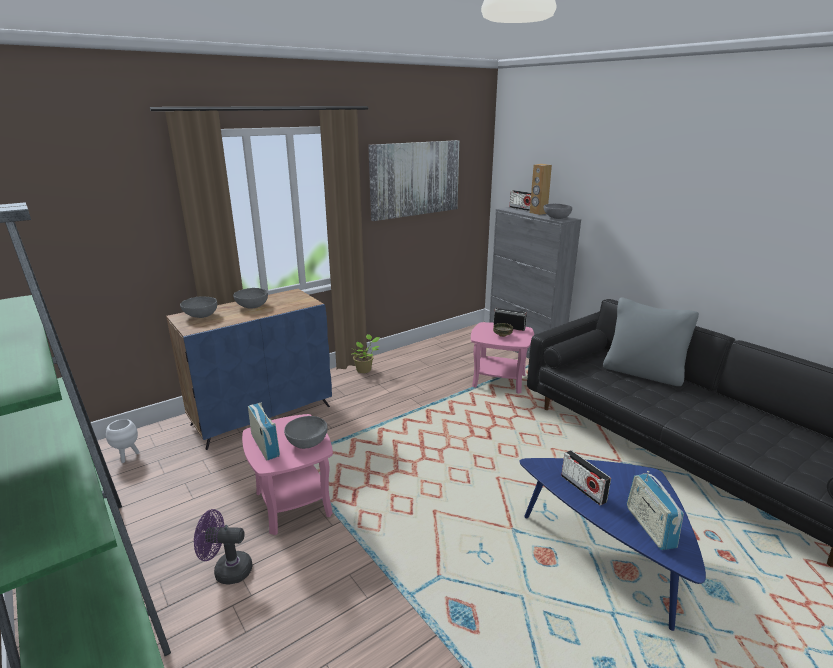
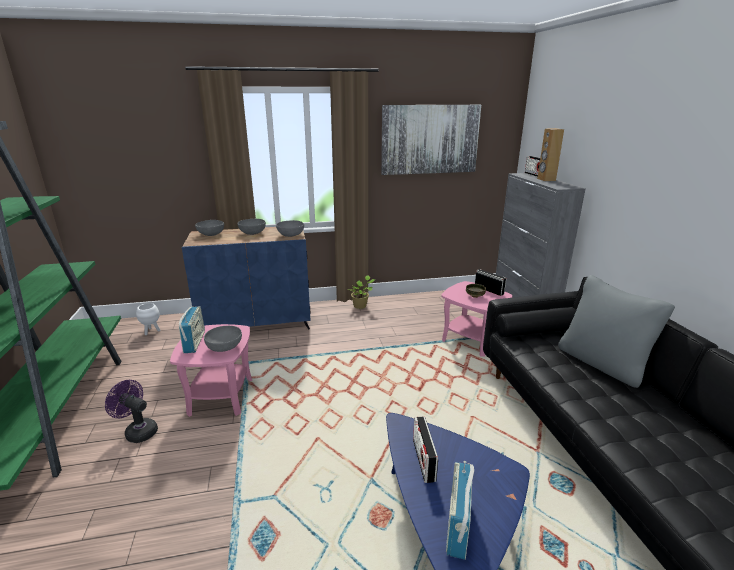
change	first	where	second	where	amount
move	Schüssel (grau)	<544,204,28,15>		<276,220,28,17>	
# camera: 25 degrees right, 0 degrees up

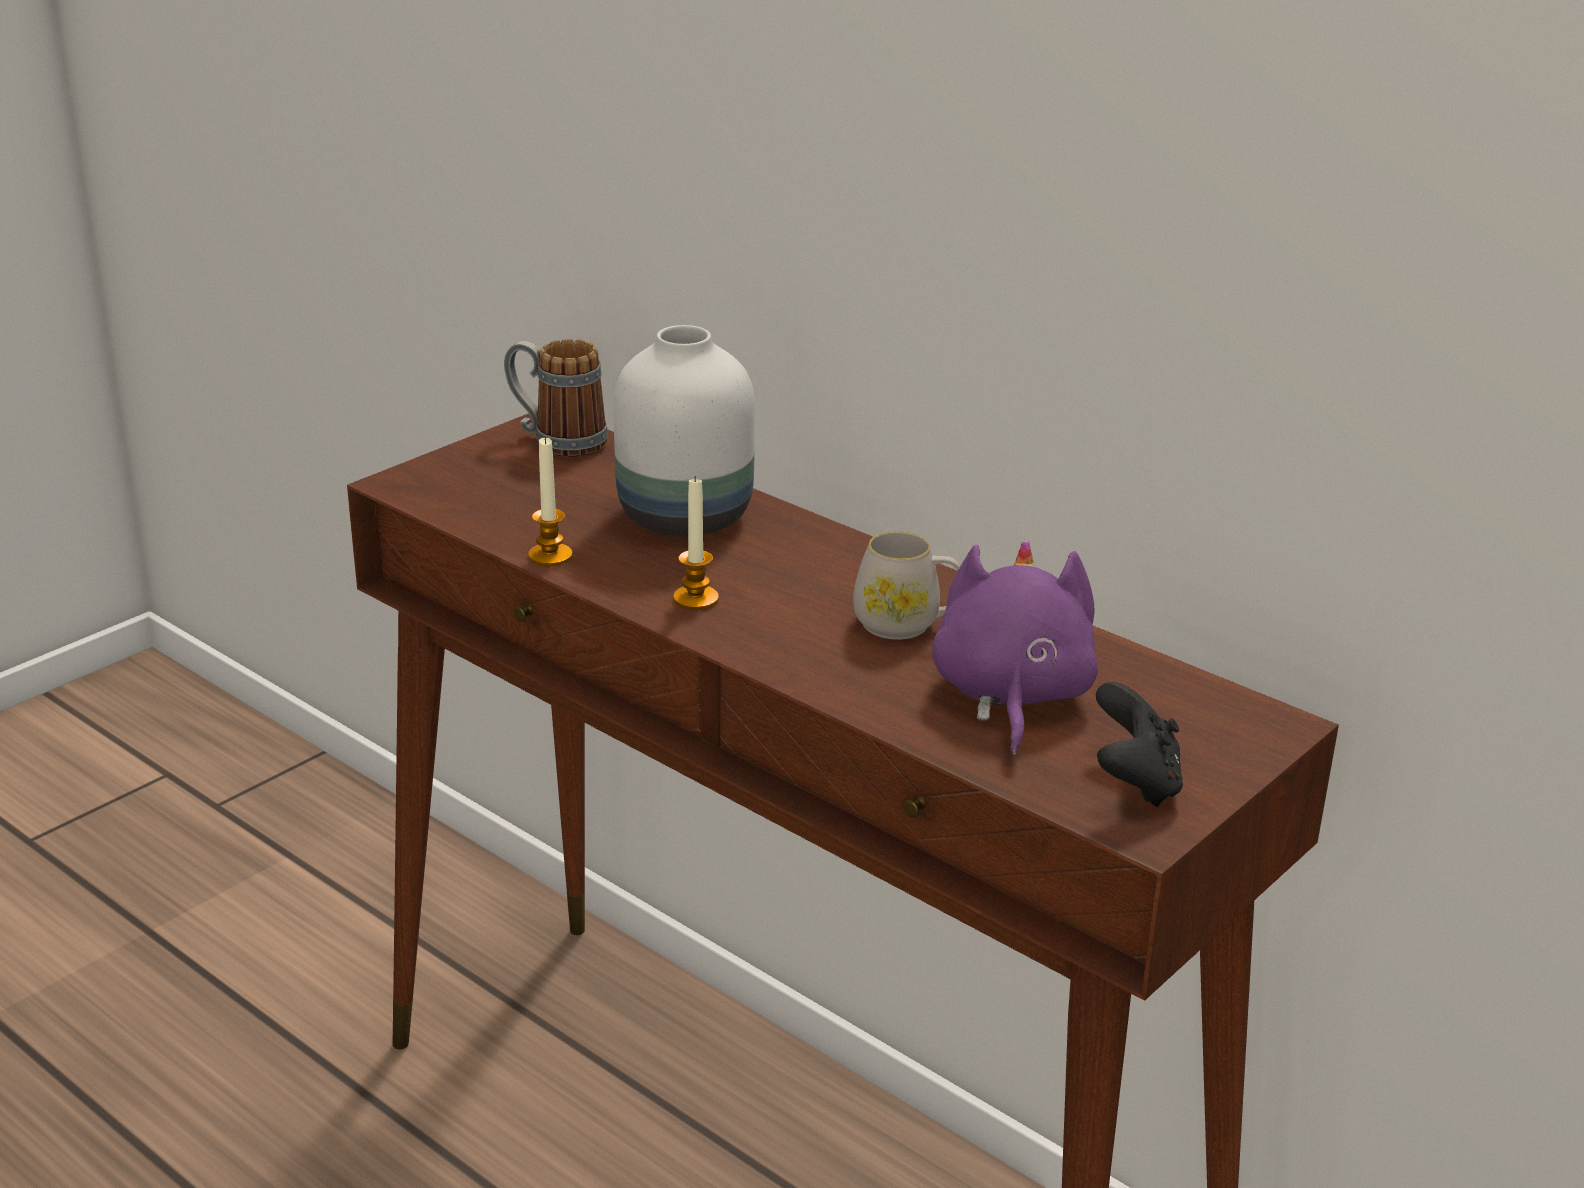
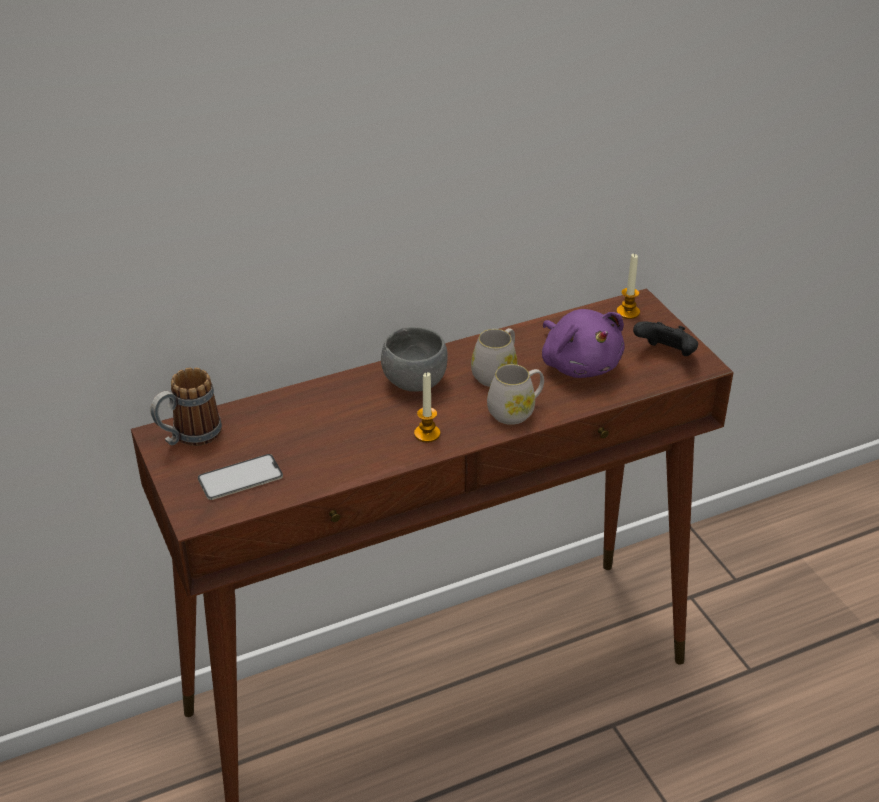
change	first	where	second	where	amount
delete	Vase (weiß)	<613,325,142,211>			
move	Kerze	<528,436,45,130>		<616,254,24,65>	
rotate	Plüschtier (lila)	<932,540,166,215>		<542,309,83,69>	150 degrees counterclockwise
insert			Schüssel (grau)	<381,327,67,65>	
insert			Henkelbecher (weiß)	<487,364,57,61>	
insert			Handy	<198,454,85,46>	
# camera: 65 degrees left, 10 degrees up

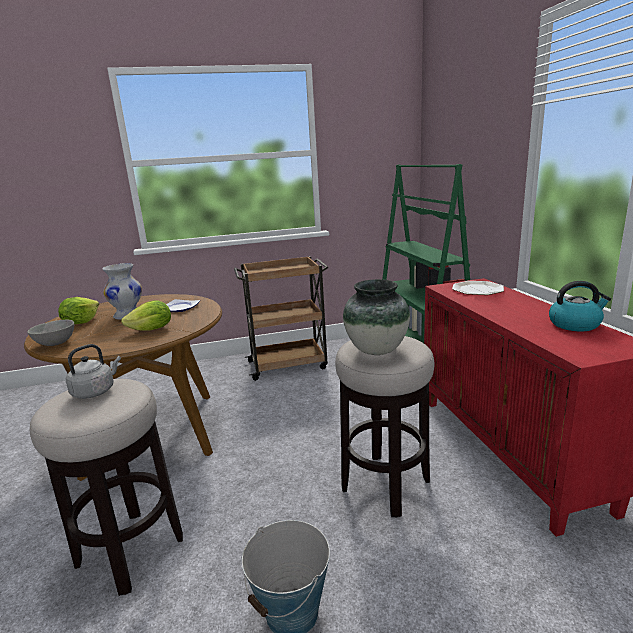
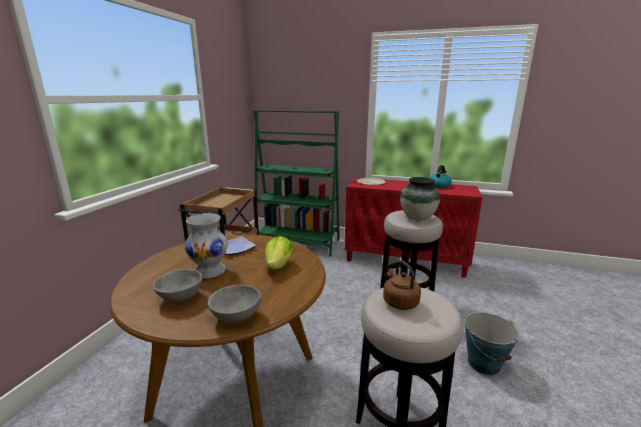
change	first	where	second	where	amount
replace	Salatkopf	<58,297,41,27>	Schüssel (grau)	<153,269,49,34>	
recolor	Wasserkessel (grau)	<66,344,55,55>	Wasserkessel (braun)	<383,261,38,49>	
# camera: 60 degrees left, 0 degrees up

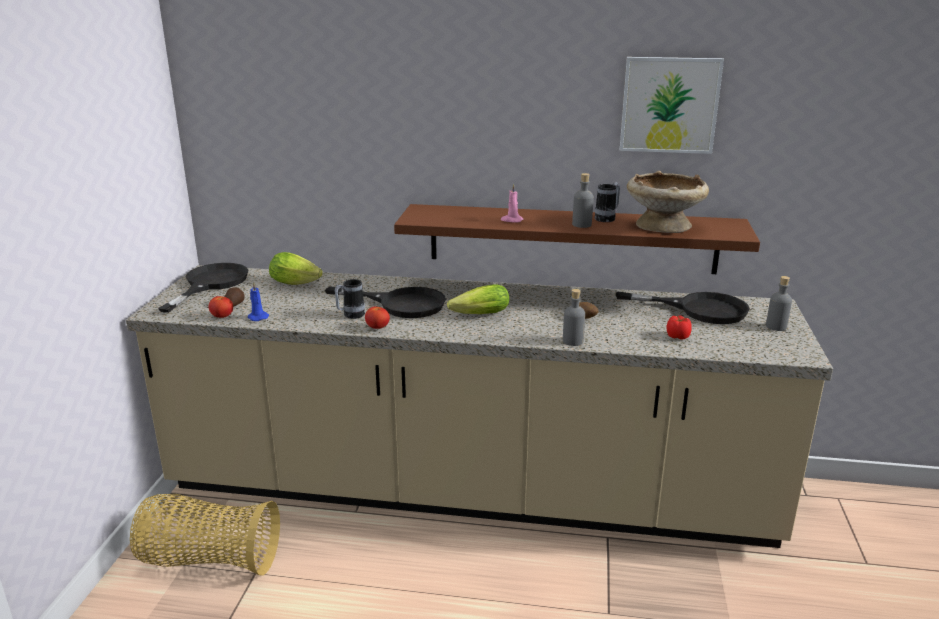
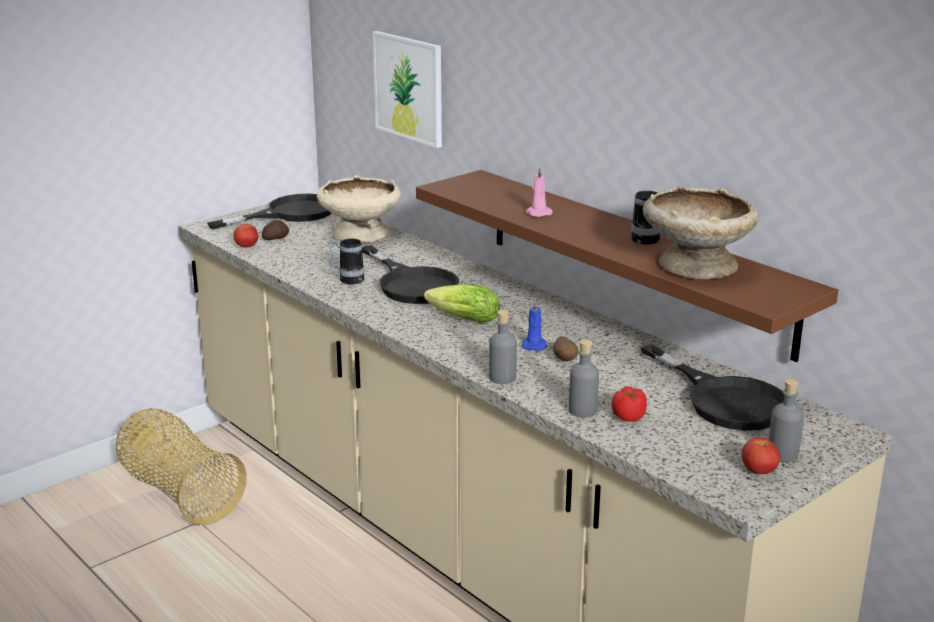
change	first	where	second	where	amount
move	Bild	<620,57,104,97>		<372,31,70,117>	
move	Flasche (grau)	<572,173,22,55>		<569,339,30,79>	
replace	Salatkopf	<269,252,54,33>	Schüssel (beige)	<317,175,84,67>	
move	Kerze (blau)	<248,282,21,39>		<522,299,25,52>	
move	Tomate	<365,306,25,23>		<742,437,38,37>	
# camera: 40 degrees right, 0 degrees up

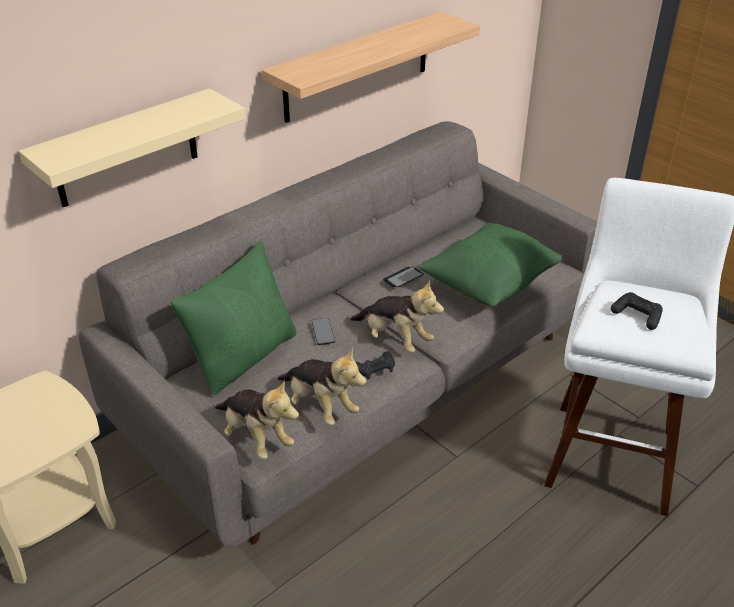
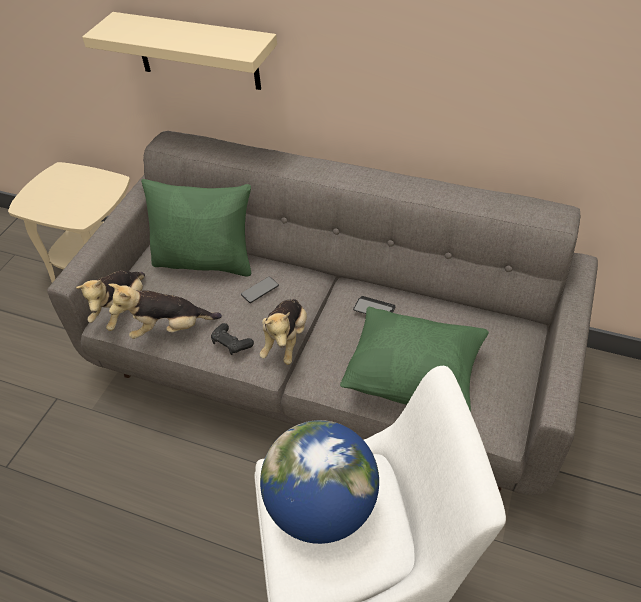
change	first	where	second	where	amount
delete	Wandregal	<262,12,218,111>			
replace	Gamepad (schwarz)	<611,292,52,38>	Globus	<260,420,119,124>	
rotate	Plüschtier	<277,347,90,78>		<109,284,113,55>	60 degrees clockwise
# camera: 65 degrees right, 10 degrees up

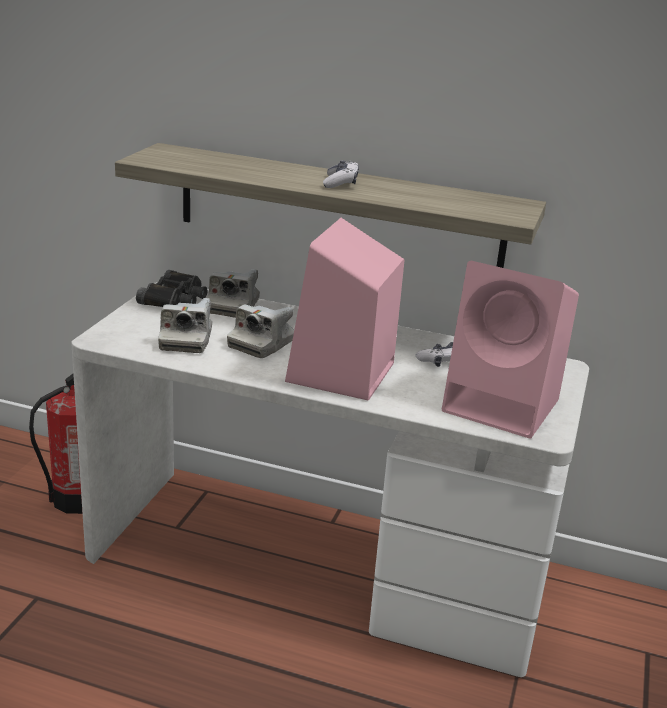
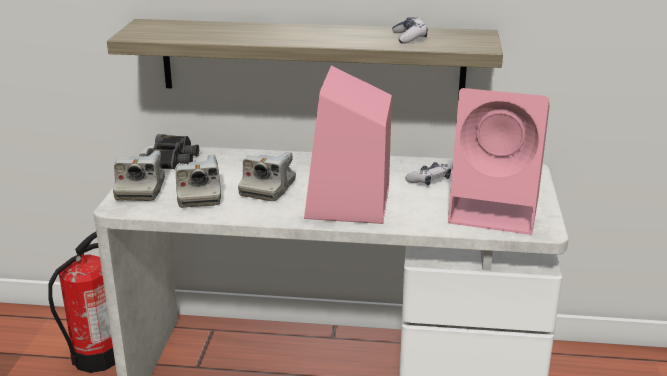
change	first	where	second	where	amount
move	Gamepad	<323,160,36,28>		<392,17,36,27>	
move	Kamera	<207,269,53,49>		<113,150,52,51>	
# camera: 10 degrees left, 0 degrees up

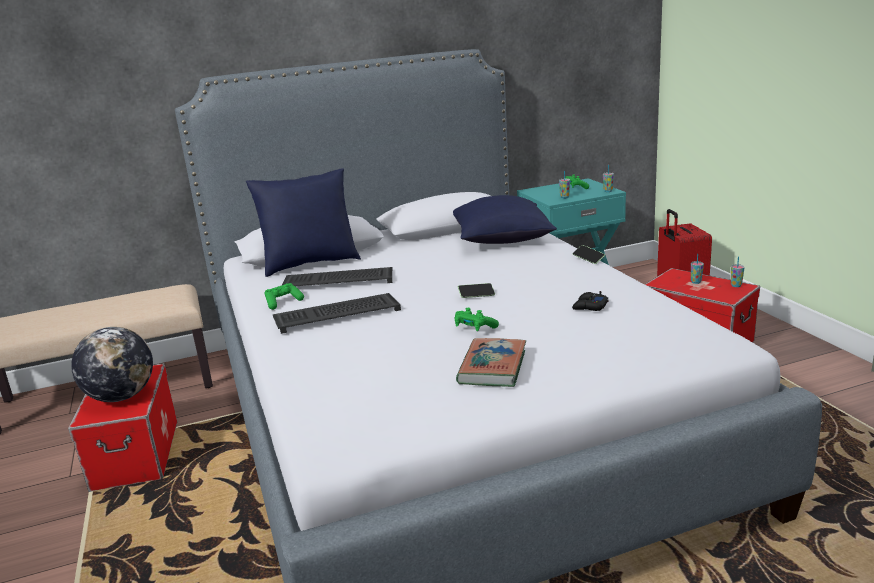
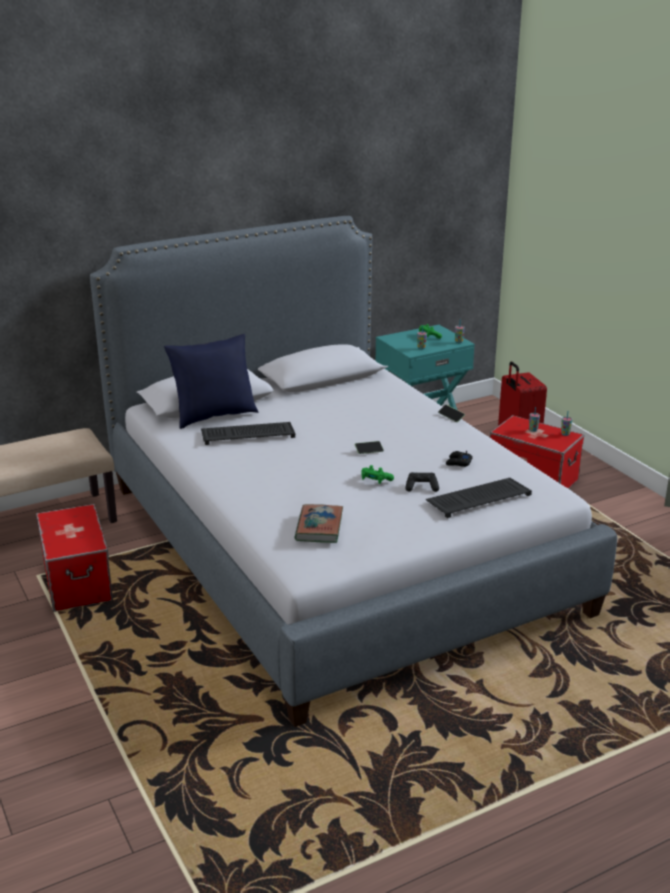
change	first	where	second	where	amount
delete	Kissen (blau)	<453,195,104,49>			
delete	Gamepad (grün)	<265,283,39,27>			
move	Tastatur	<273,293,128,41>		<426,478,106,40>	
delete	Globus	<71,327,82,75>			
move	Buch	<456,338,70,49>		<295,504,48,39>	
insert			Gamepad (schwarz)	<405,472,34,20>	
# camera: 10 degrees left, 5 degrees up

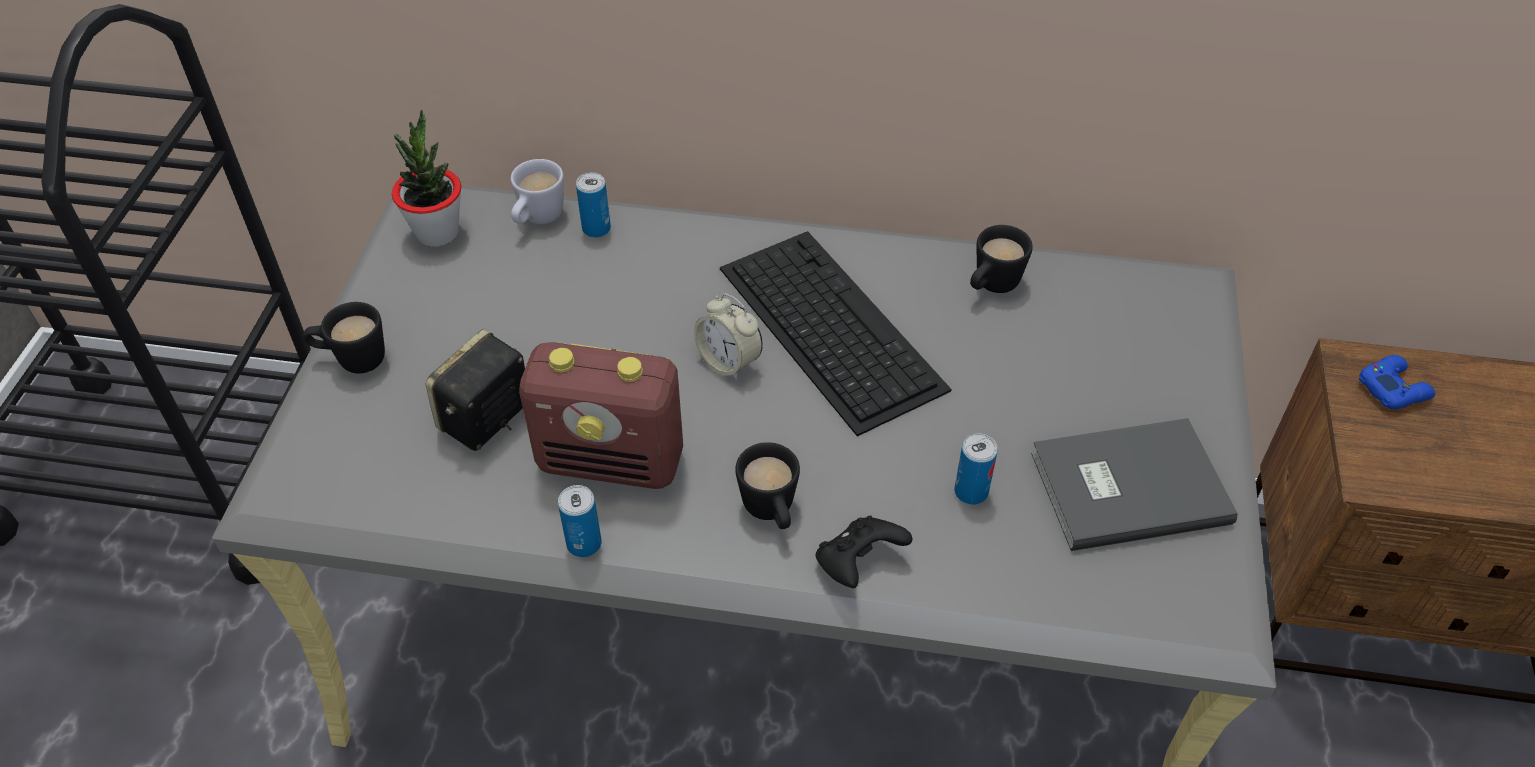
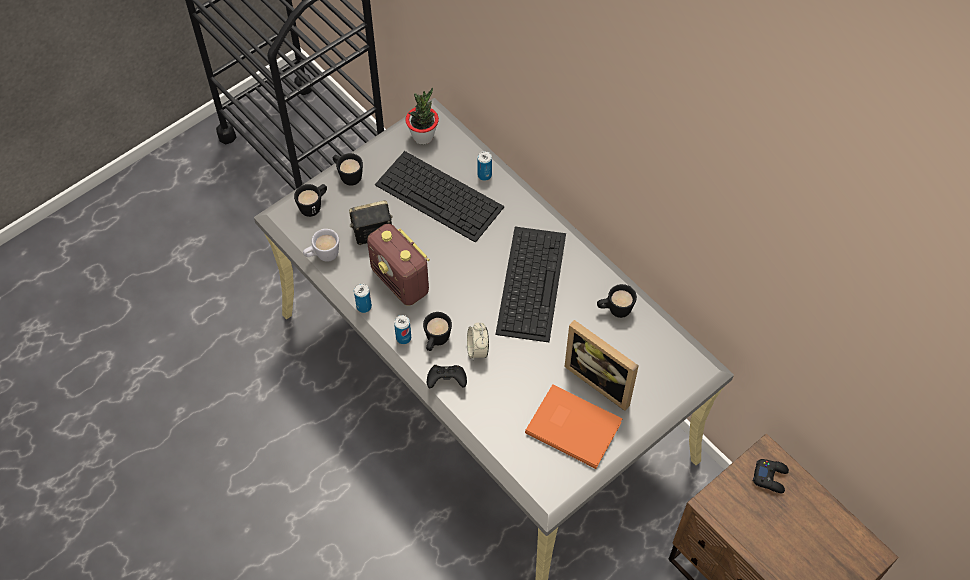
change	first	where	second	where	amount
move	Henkelbecher (weiß)	<511,159,53,65>		<303,229,36,33>	
move	Wecker	<694,293,69,87>		<467,322,22,38>	
recolor	Gamepad (blau)	<1359,355,77,54>	Gamepad (schwarz)	<753,459,36,34>	
recolor	Buch (grau)	<1031,418,207,133>	Buch (orange)	<525,384,97,85>	
move	Dose	<954,433,44,72>		<394,315,17,29>	
insert			Tastatur	<375,151,130,92>	
insert			Henkelbecher (schwarz)	<294,184,33,33>	
insert			Bilderrahmen	<564,320,75,91>	
# camera: 40 degrees right, 10 degrees up

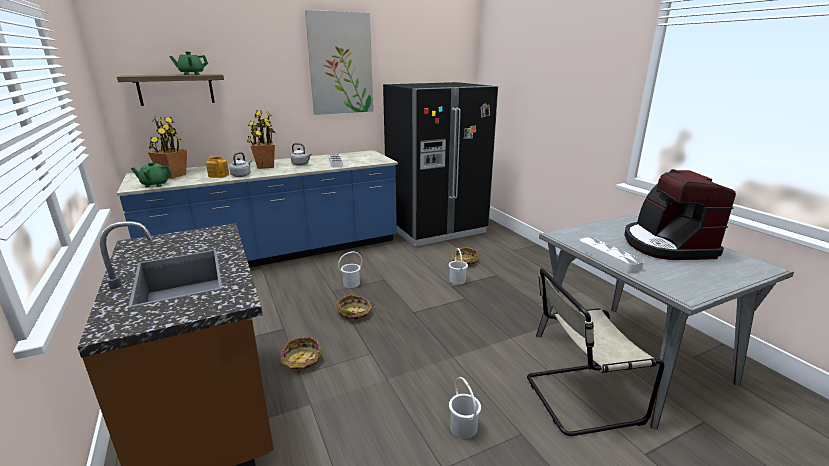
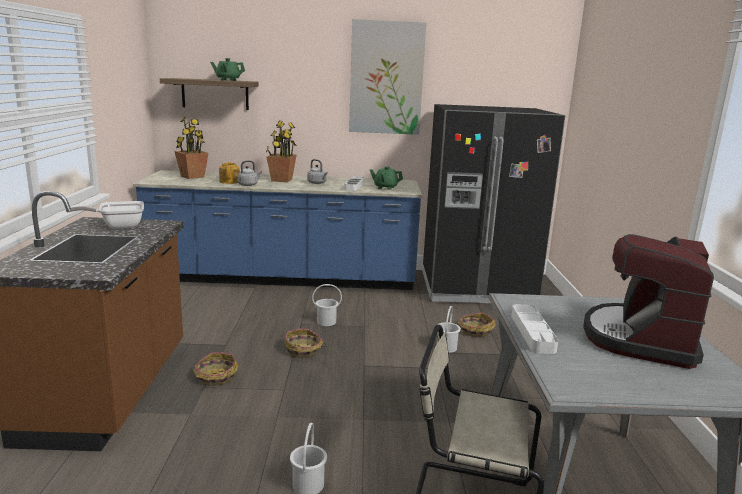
change	first	where	second	where	amount
move	Teekanne (grün)	<131,162,41,25>		<370,166,33,24>	
insert			Pfanne	<66,201,78,28>	
# camera: 25 degrees right, 5 degrees down

